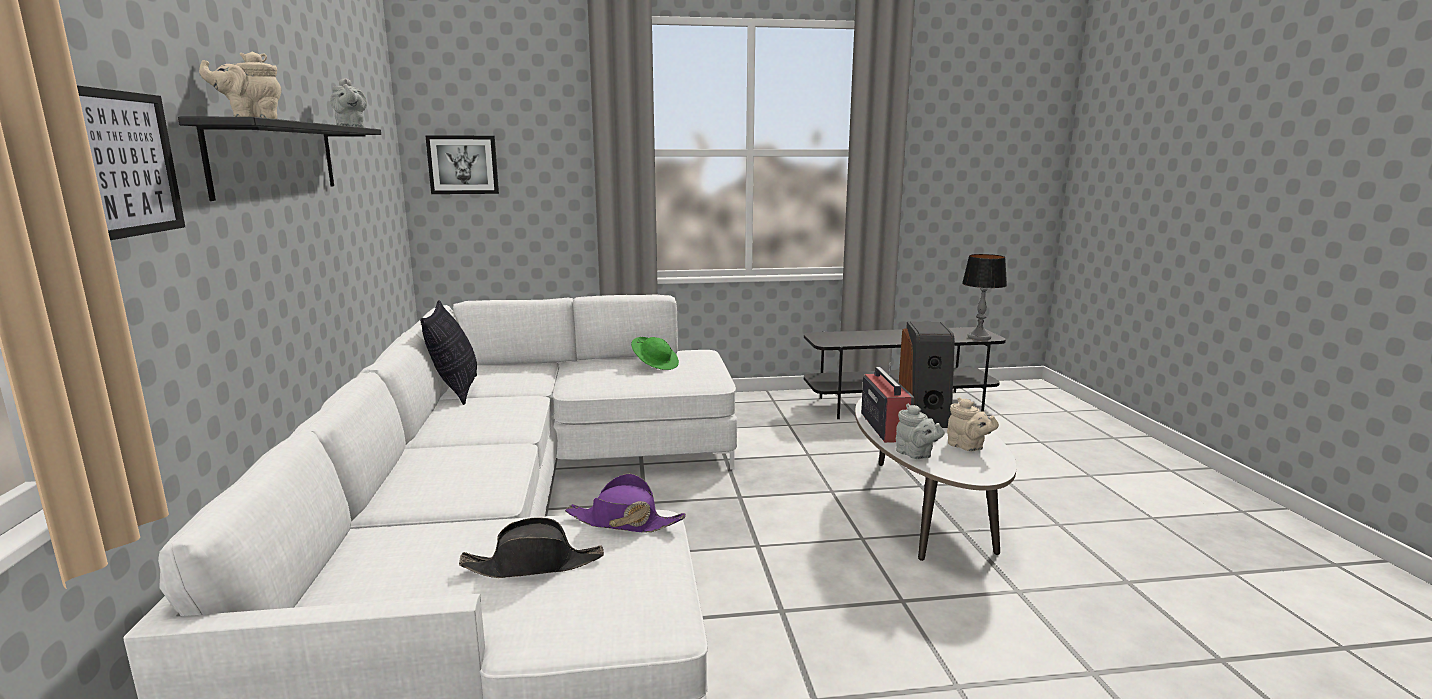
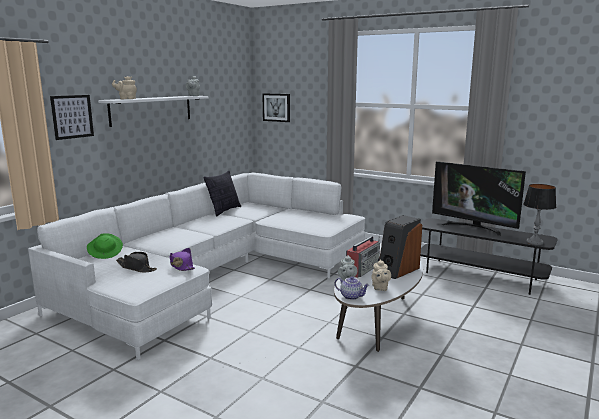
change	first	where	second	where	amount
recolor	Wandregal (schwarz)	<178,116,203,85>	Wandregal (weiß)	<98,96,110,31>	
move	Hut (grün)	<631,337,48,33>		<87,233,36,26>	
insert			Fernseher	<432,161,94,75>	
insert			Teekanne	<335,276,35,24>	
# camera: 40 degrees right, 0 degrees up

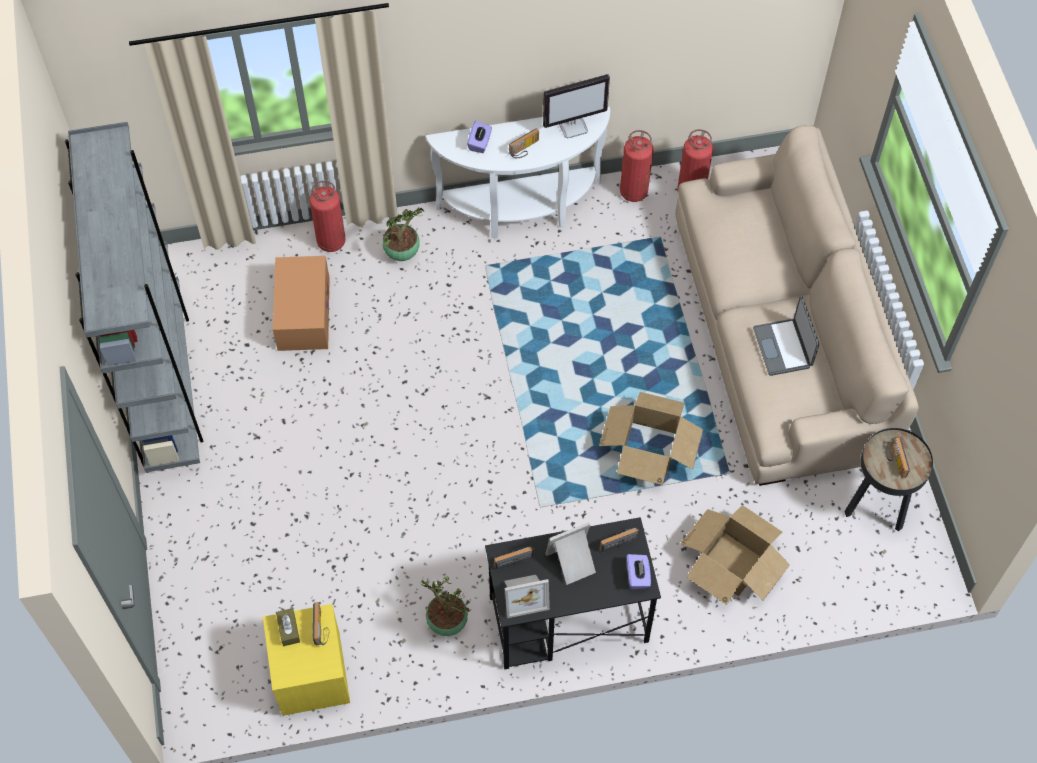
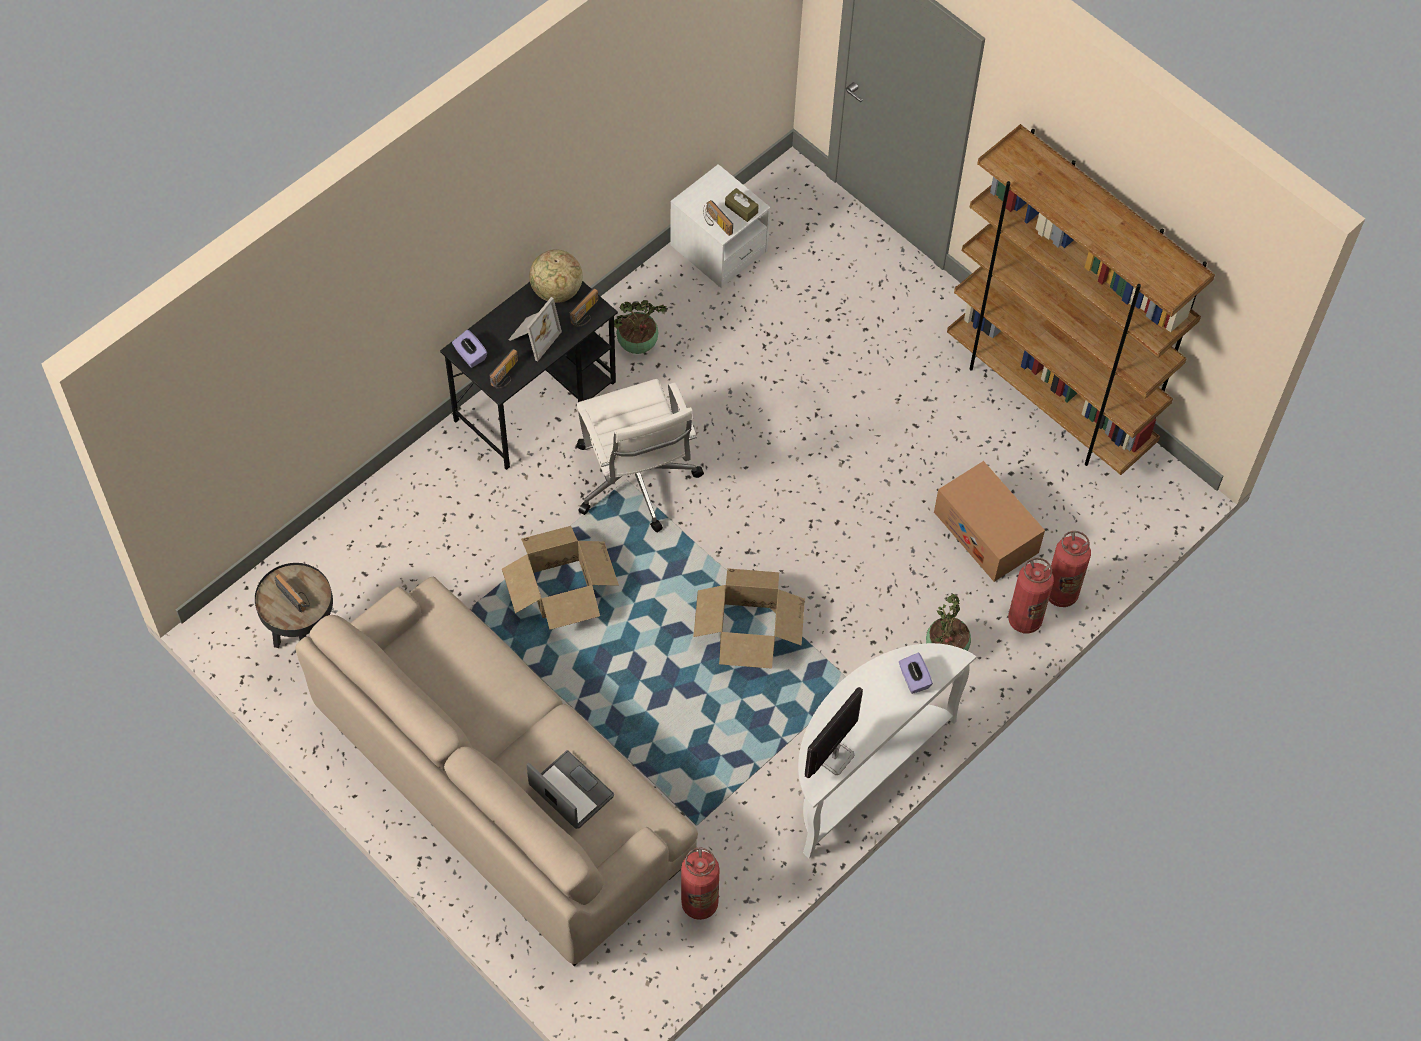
change	first	where	second	where	amount
recolor	Bücherregal (grau)	<65,122,138,351>	Bücherregal (braun)	<947,124,268,351>	
delete	Radio	<509,128,30,30>			
move	Feuerlöscher	<620,130,33,72>		<1049,531,42,76>	
move	Laptop	<753,296,66,80>		<527,750,87,79>	
move	Karton	<680,505,110,100>		<693,568,112,101>	
replace	Bilderrahmen	<504,575,46,43>	Globus	<529,249,54,54>	
recolor	Nachttisch (gelb)	<263,604,87,112>	Nachttisch (weiß)	<670,164,100,124>	
insert			Bürostuhl (weiß)	<576,379,128,154>	
# camera: 145 degrees right, 0 degrees up

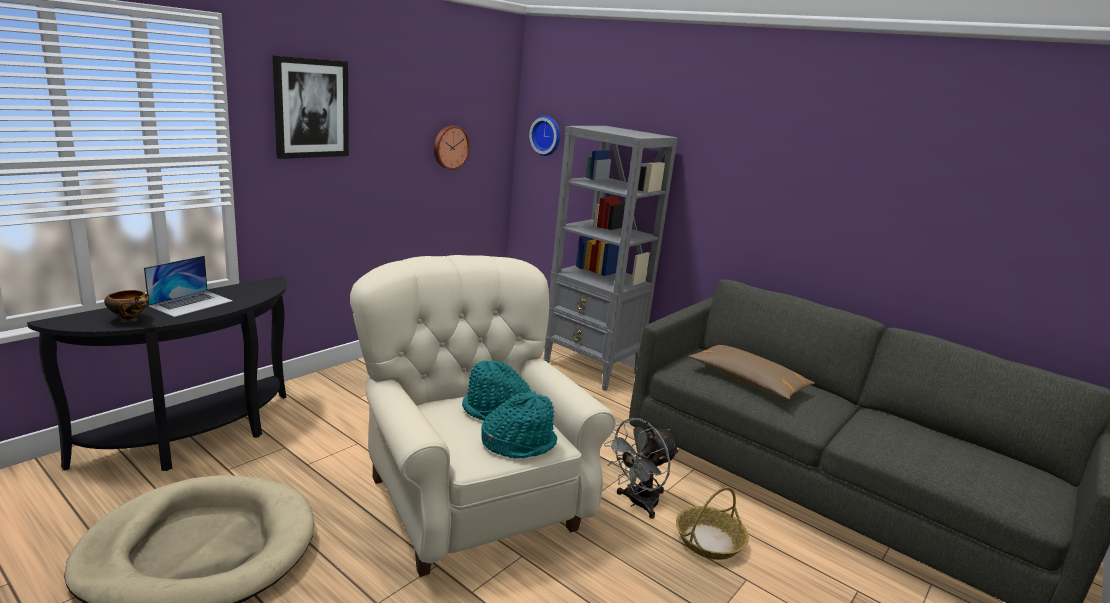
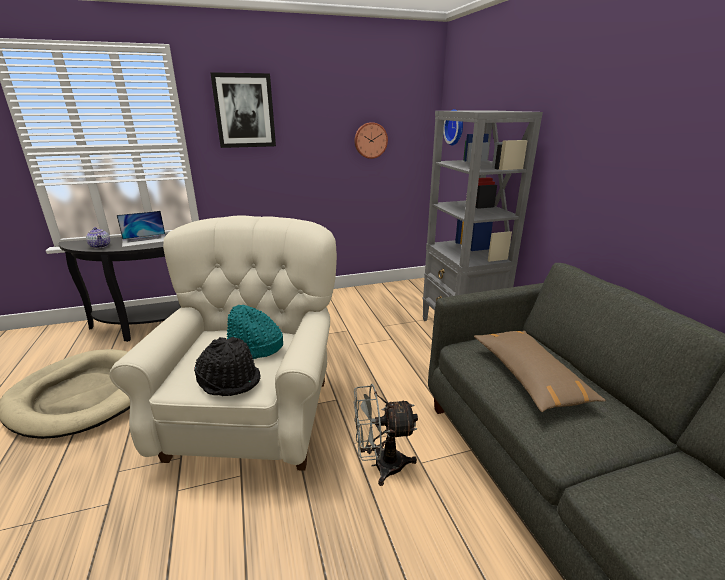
change	first	where	second	where	amount
replace	Schüssel	<104,290,45,32>	Teekanne	<86,227,24,22>	
recolor	Hut (türkis)	<482,391,75,67>	Hut (schwarz)	<194,337,67,59>	
delete	Korb	<676,487,73,73>			
# camera: 35 degrees right, 5 degrees up

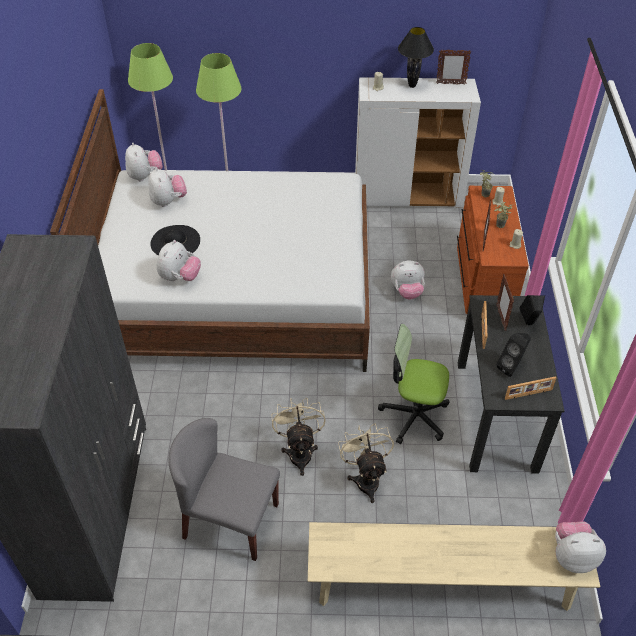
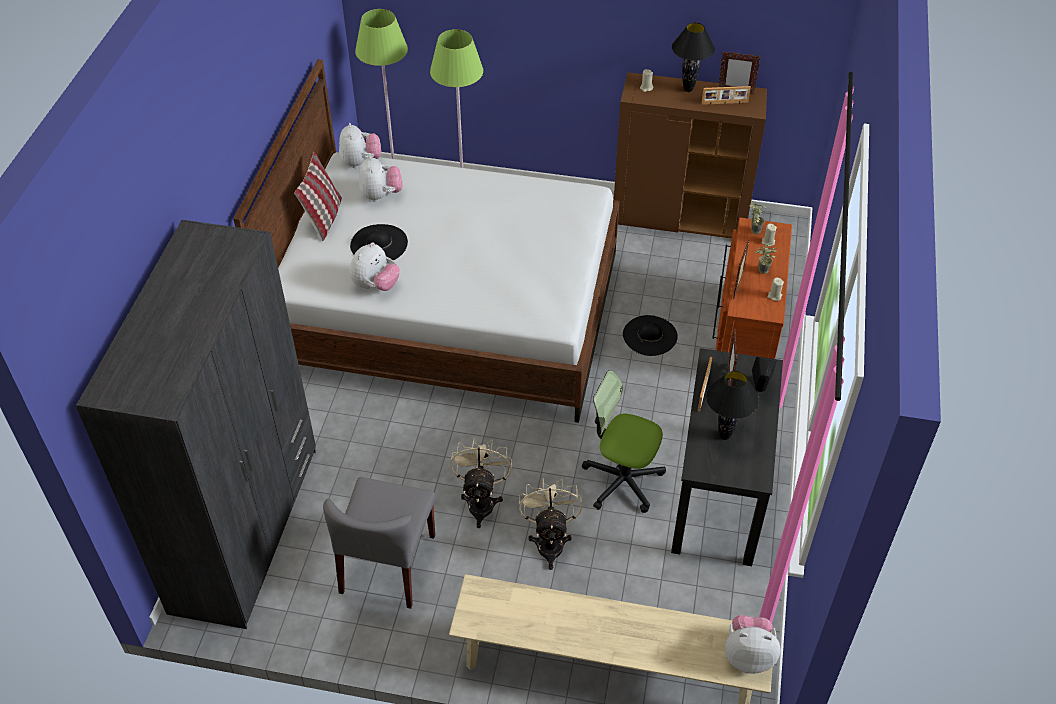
change	first	where	second	where	amount
recolor	Schrank (weiß)	<355,77,126,130>	Schrank (braun)	<614,72,153,167>	
replace	Plüschtier	<391,261,34,39>	Hut (schwarz)	<623,315,55,41>	
replace	Lautsprecher (schwarz)	<496,333,35,44>	Tischlampe (schwarz)	<706,371,53,69>	
move	Bilderrahmen	<505,376,51,24>		<702,86,49,19>	
rotate	Stuhl (grau)	<169,418,111,143>		<323,477,113,132>	105 degrees counterclockwise
insert			Kissen	<294,152,48,89>	
# camera: 10 degrees right, 0 degrees up

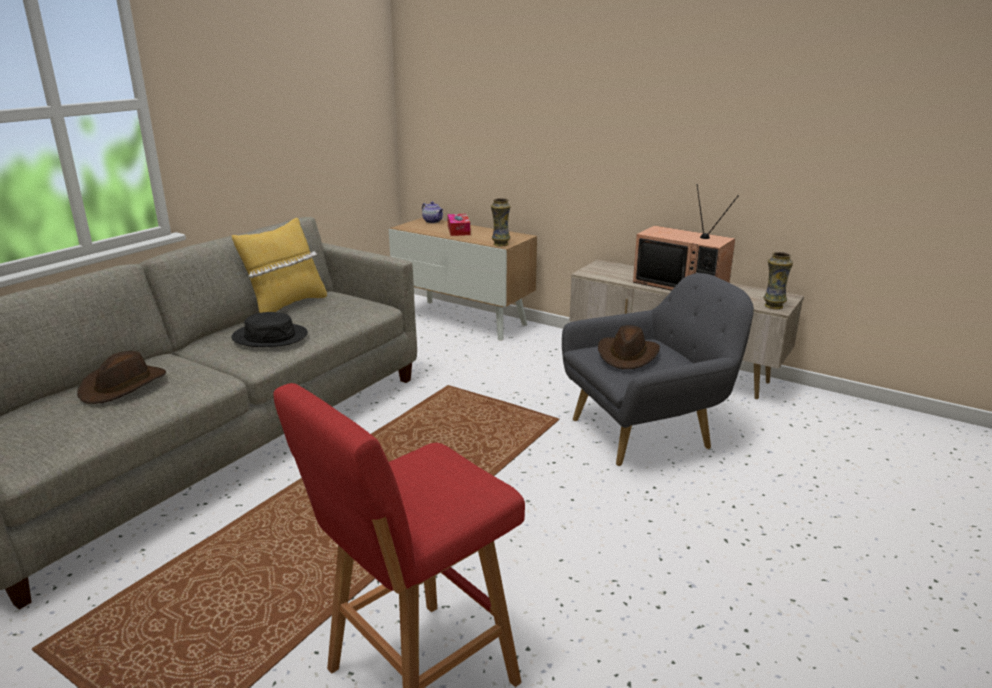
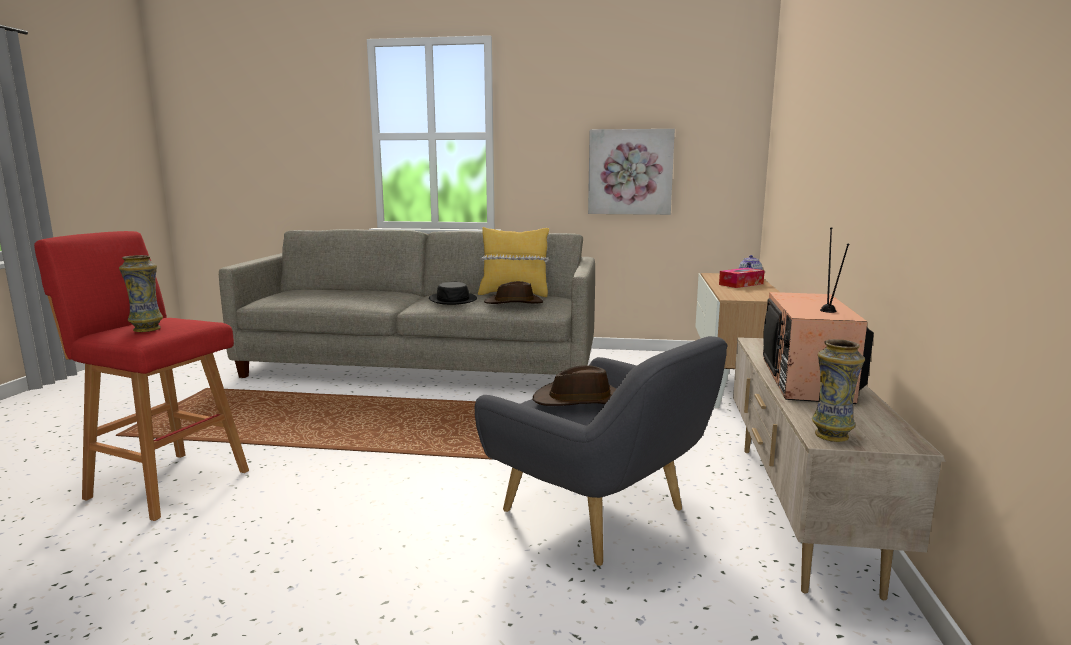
change	first	where	second	where	amount
move	Vase	<491,198,20,48>		<119,255,44,77>	
move	Hut (braun)	<77,351,89,53>		<484,281,59,23>	
insert			Bild	<588,129,87,86>	
# camera: 65 degrees right, 10 degrees down

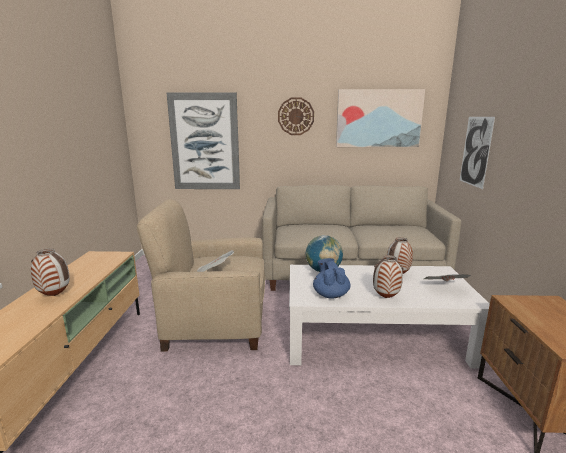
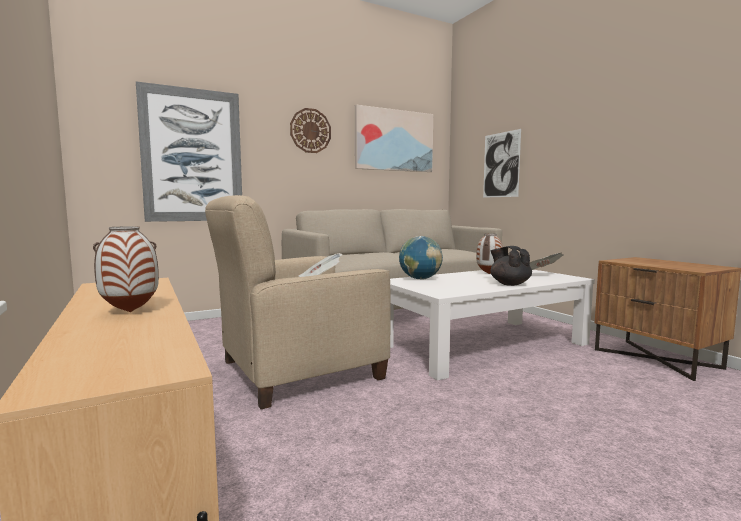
change	first	where	second	where	amount
replace	Vase	<373,255,31,43>	Teekanne (schwarz)	<490,246,42,40>	
delete	Teekanne (blau)	<313,258,38,41>			
# camera: 30 degrees left, 10 degrees down

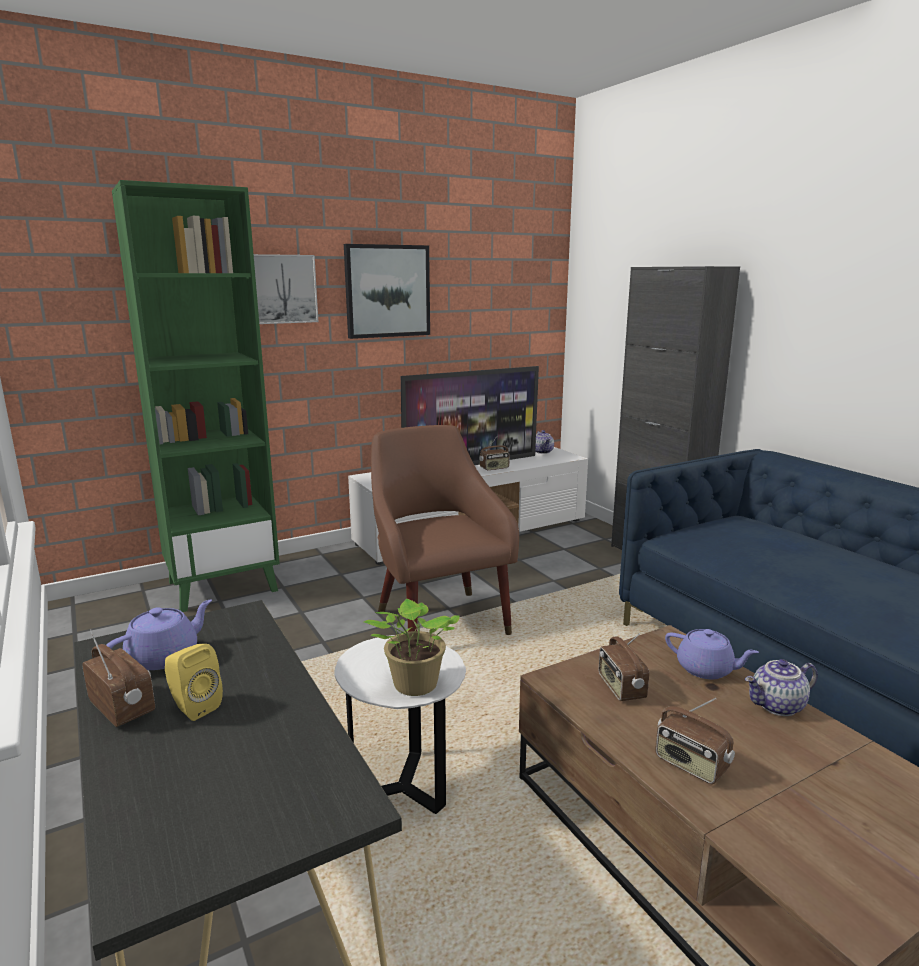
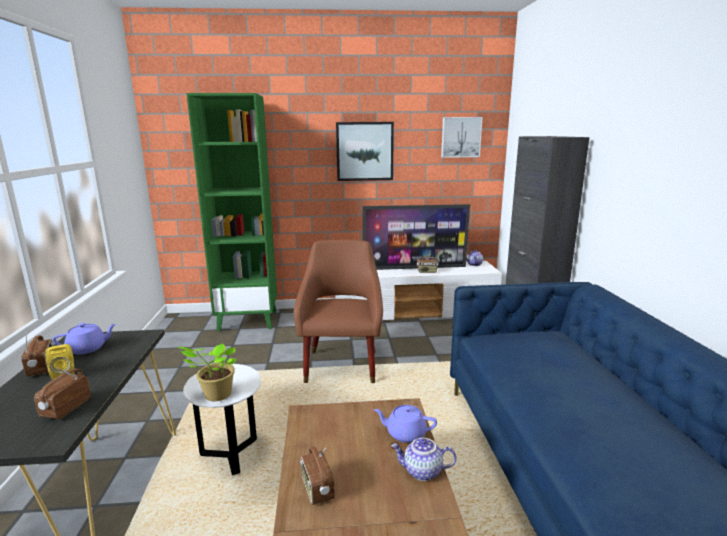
change	first	where	second	where	amount
move	Bild	<254,254,64,70>		<441,117,42,41>	
rotate	Teekanne (lila)	<665,629,94,50>		<373,405,64,38>	135 degrees clockwise
move	Radio	<599,633,50,68>		<34,367,57,52>	
# camera: 25 degrees right, 0 degrees up

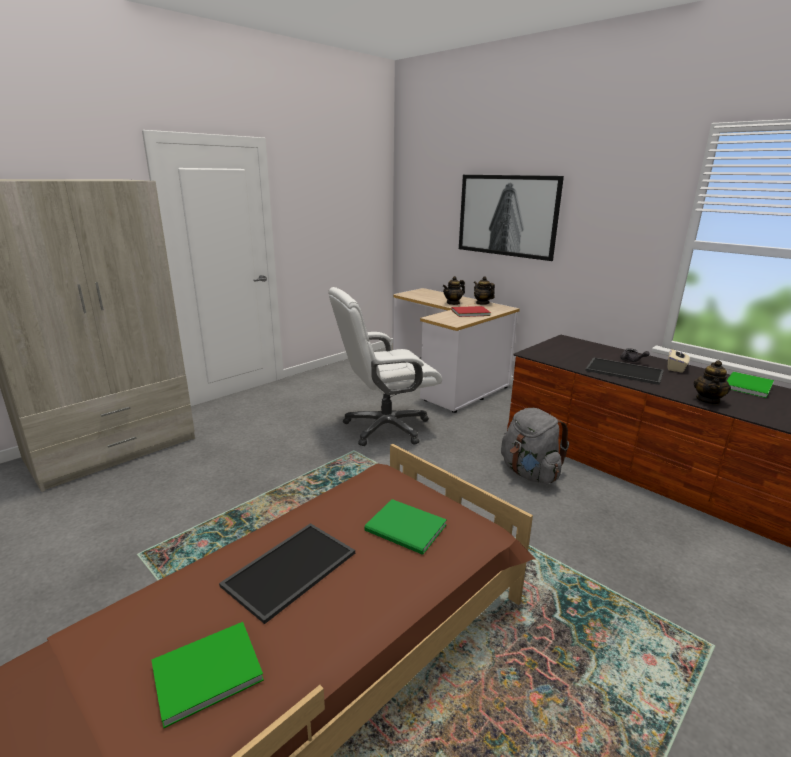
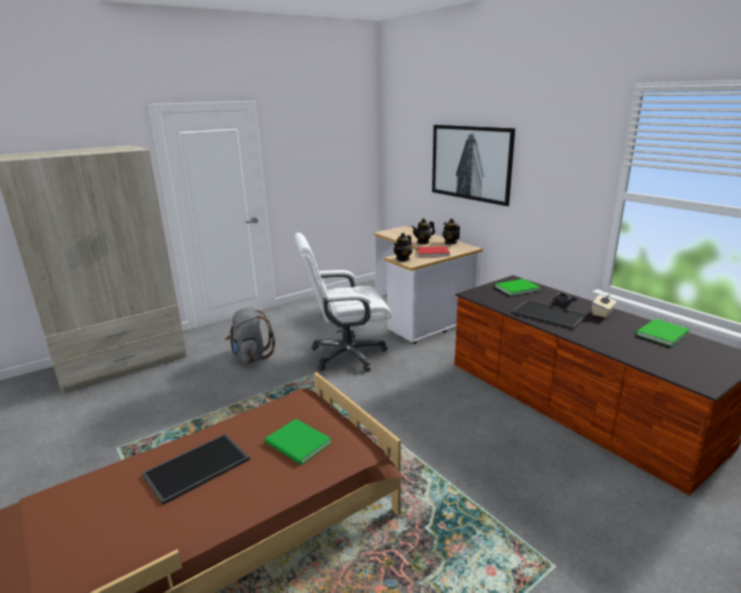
change	first	where	second	where	amount
move	Teekanne	<693,360,38,45>		<393,233,19,29>	
move	Rucksack (grau)	<501,408,68,76>		<225,307,50,56>	
move	Buch (grün)	<151,622,113,106>		<495,279,46,17>	
# camera: 10 degrees right, 0 degrees up

